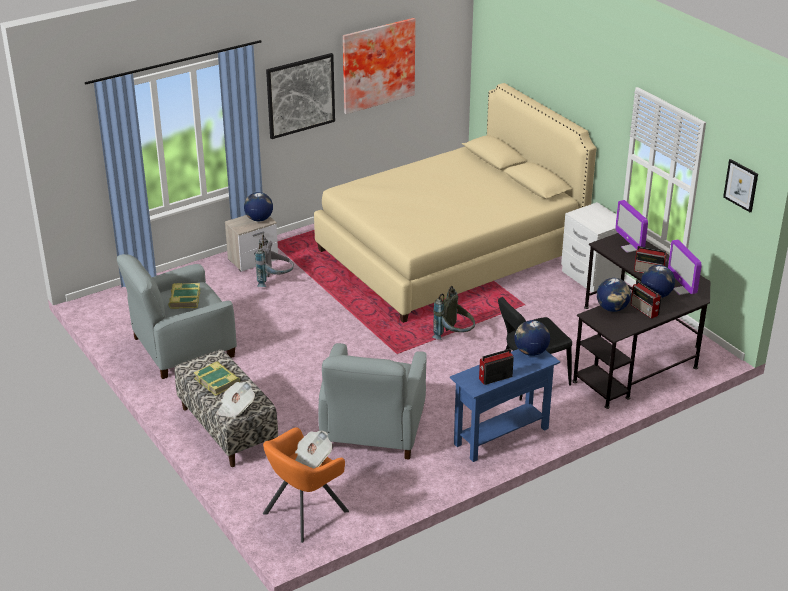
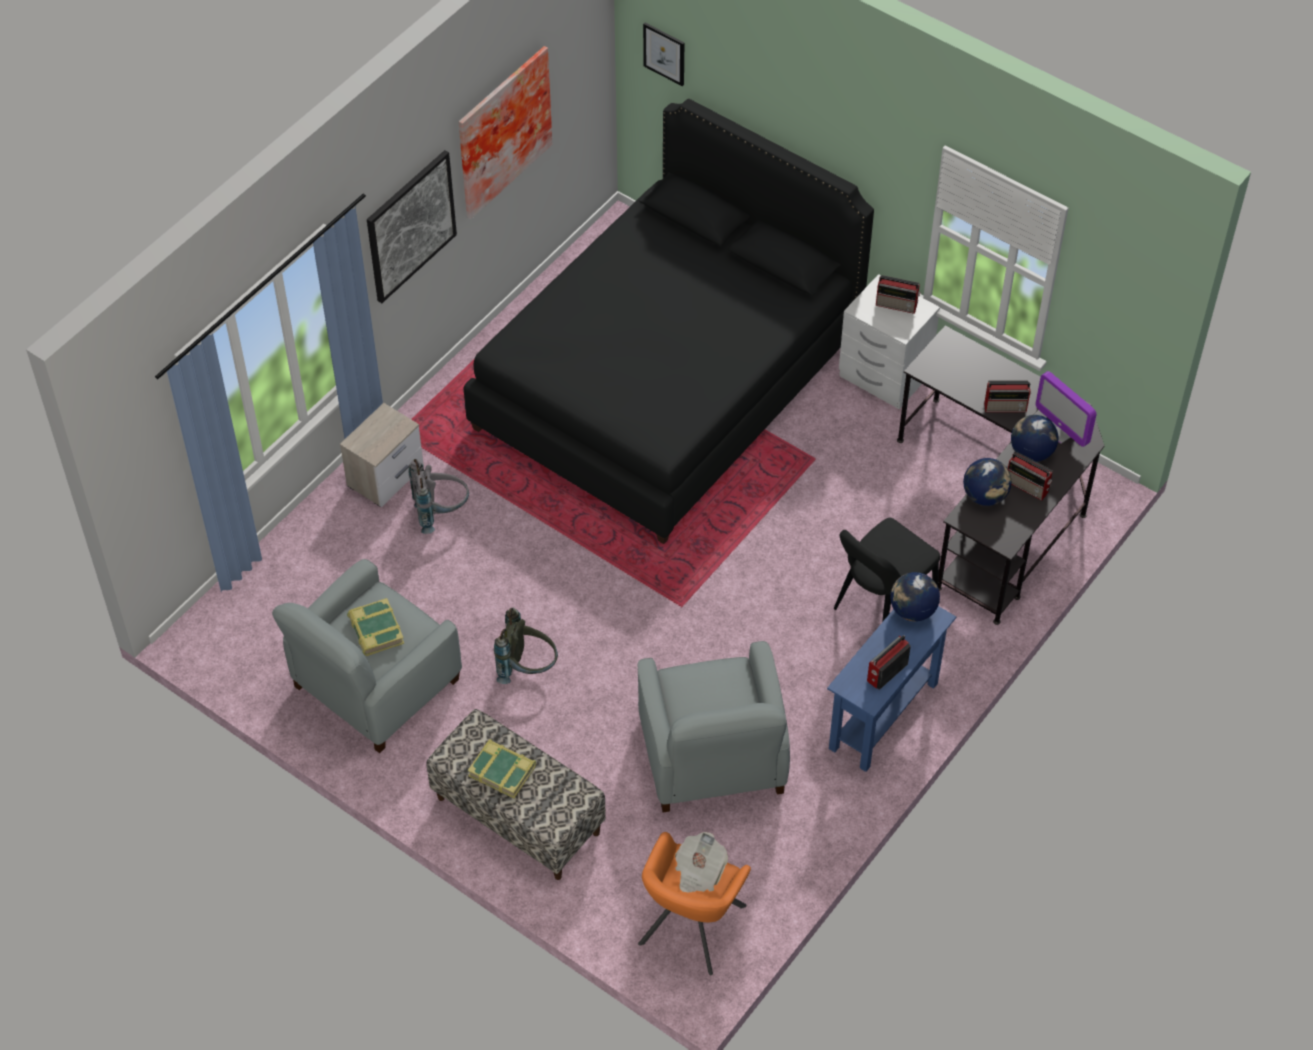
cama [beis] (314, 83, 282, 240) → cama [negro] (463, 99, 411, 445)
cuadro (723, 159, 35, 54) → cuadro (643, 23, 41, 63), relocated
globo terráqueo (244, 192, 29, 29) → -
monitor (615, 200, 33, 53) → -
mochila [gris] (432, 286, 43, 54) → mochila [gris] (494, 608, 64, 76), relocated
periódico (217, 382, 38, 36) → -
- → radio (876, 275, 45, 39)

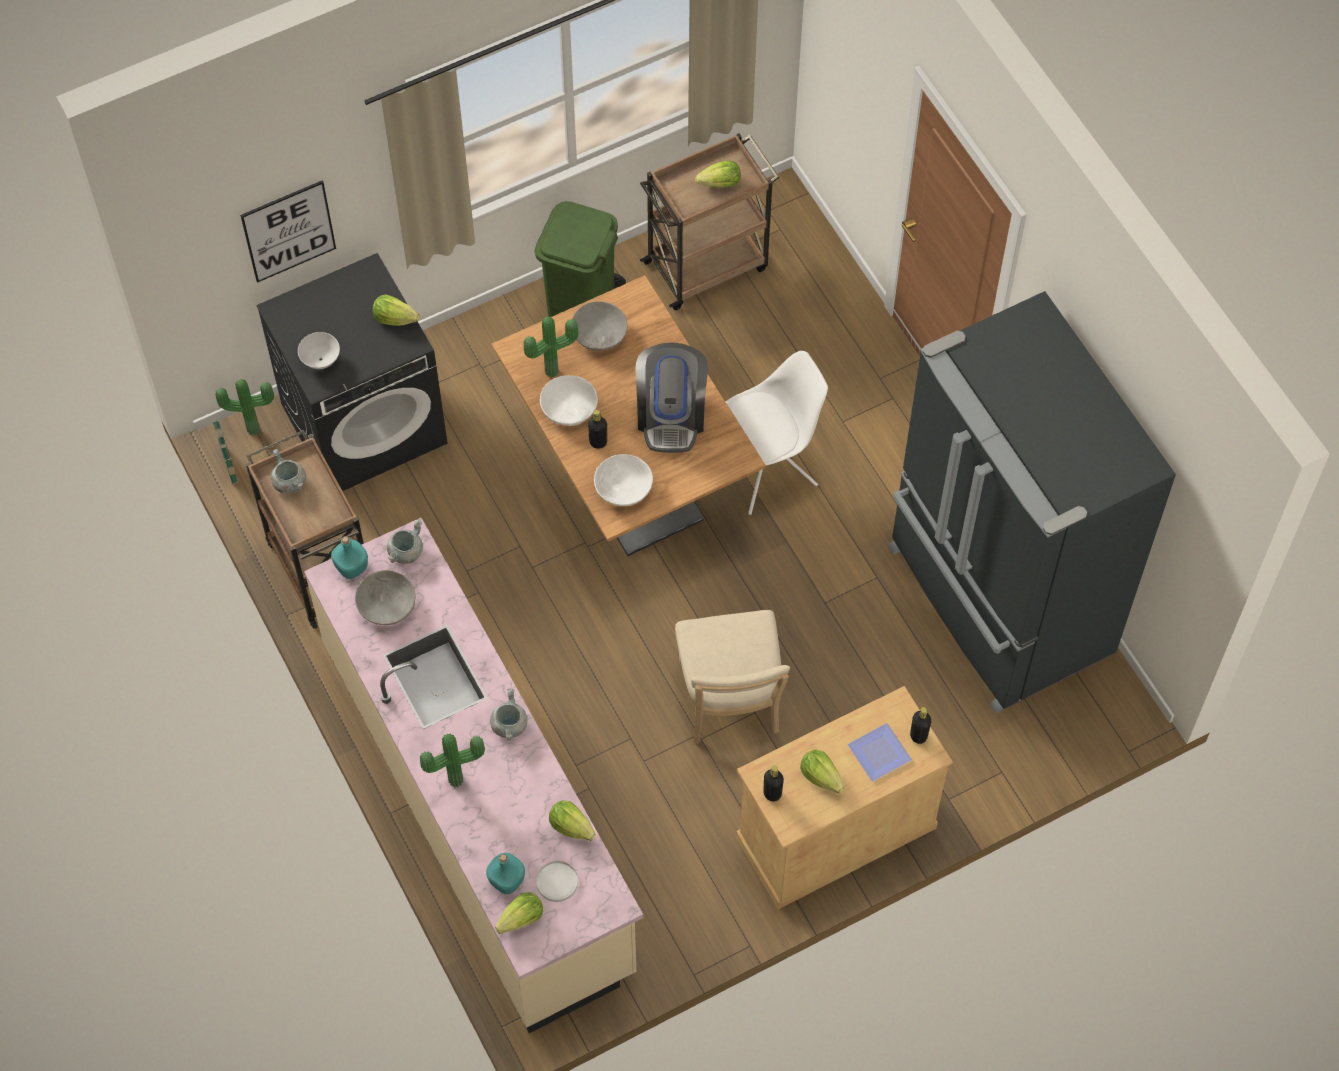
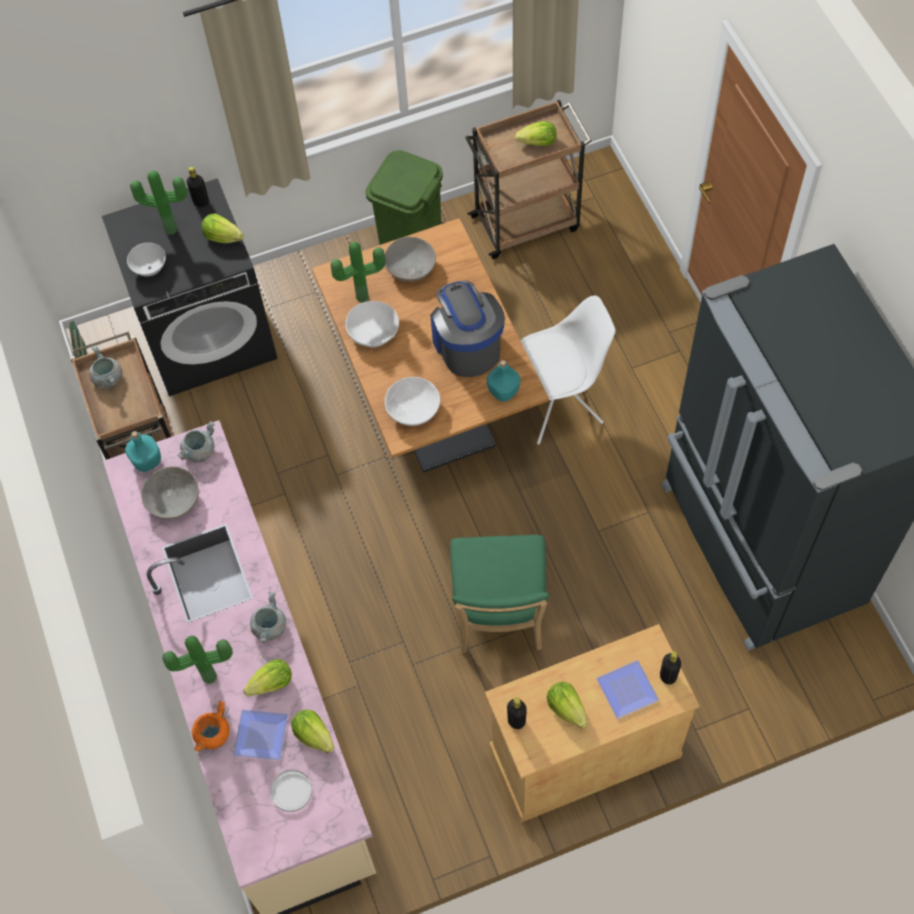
cuadro (240, 180, 96, 103) → -
cafetera (635, 343, 73, 110) → cafetera (431, 281, 74, 96), 150 degrees clockwise
planta en maceta (215, 379, 59, 57) → planta en maceta (130, 171, 57, 64), relocated
botella [negro] (588, 410, 19, 39) → botella [negro] (187, 166, 22, 41), relocated
silla [beis] (675, 610, 115, 134) → silla [verde] (450, 535, 99, 118)
botella [turquesa] (486, 853, 39, 41) → botella [turquesa] (487, 360, 33, 42), relocated
lechuga (495, 892, 48, 42) → lechuga (243, 659, 49, 38), relocated
- → olla [naranja] (192, 701, 38, 51)
- → plato (233, 710, 55, 50)

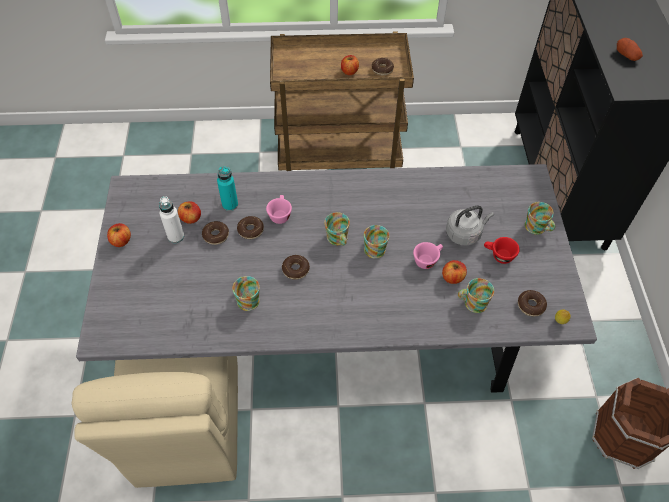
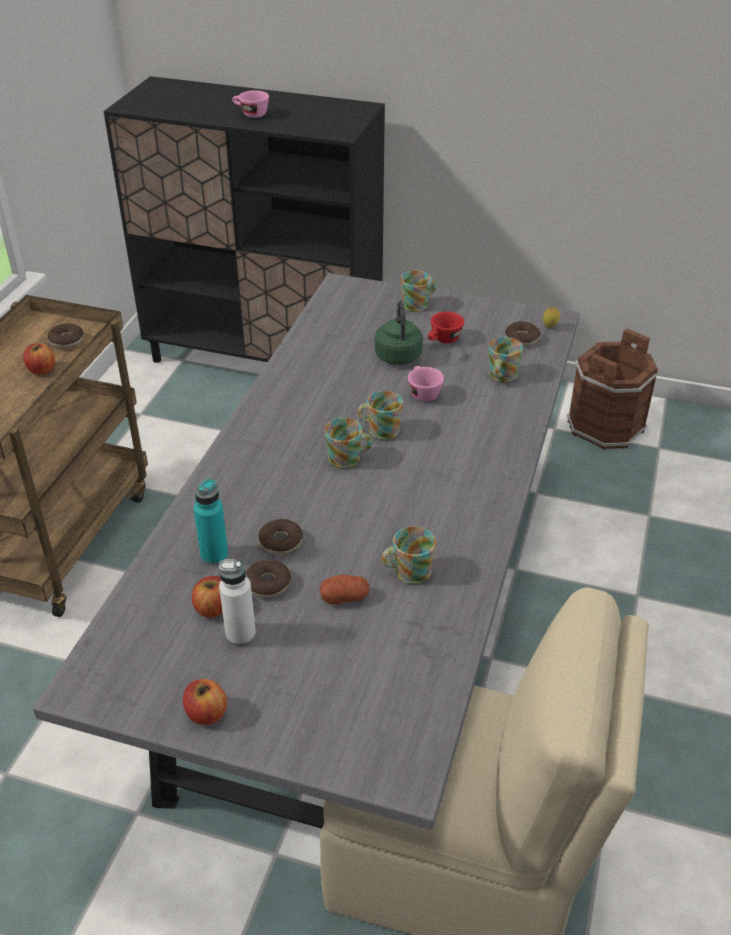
patata (617, 38, 26, 23) → patata (319, 574, 51, 31), relocated
taza [rosa] (266, 195, 26, 29) → taza [rosa] (232, 90, 37, 28), relocated
hervidor [gris] (446, 206, 48, 40) → hervidor [verde] (375, 301, 48, 64)
rosquilla (282, 255, 28, 25) → -
manzana (442, 260, 25, 24) → -

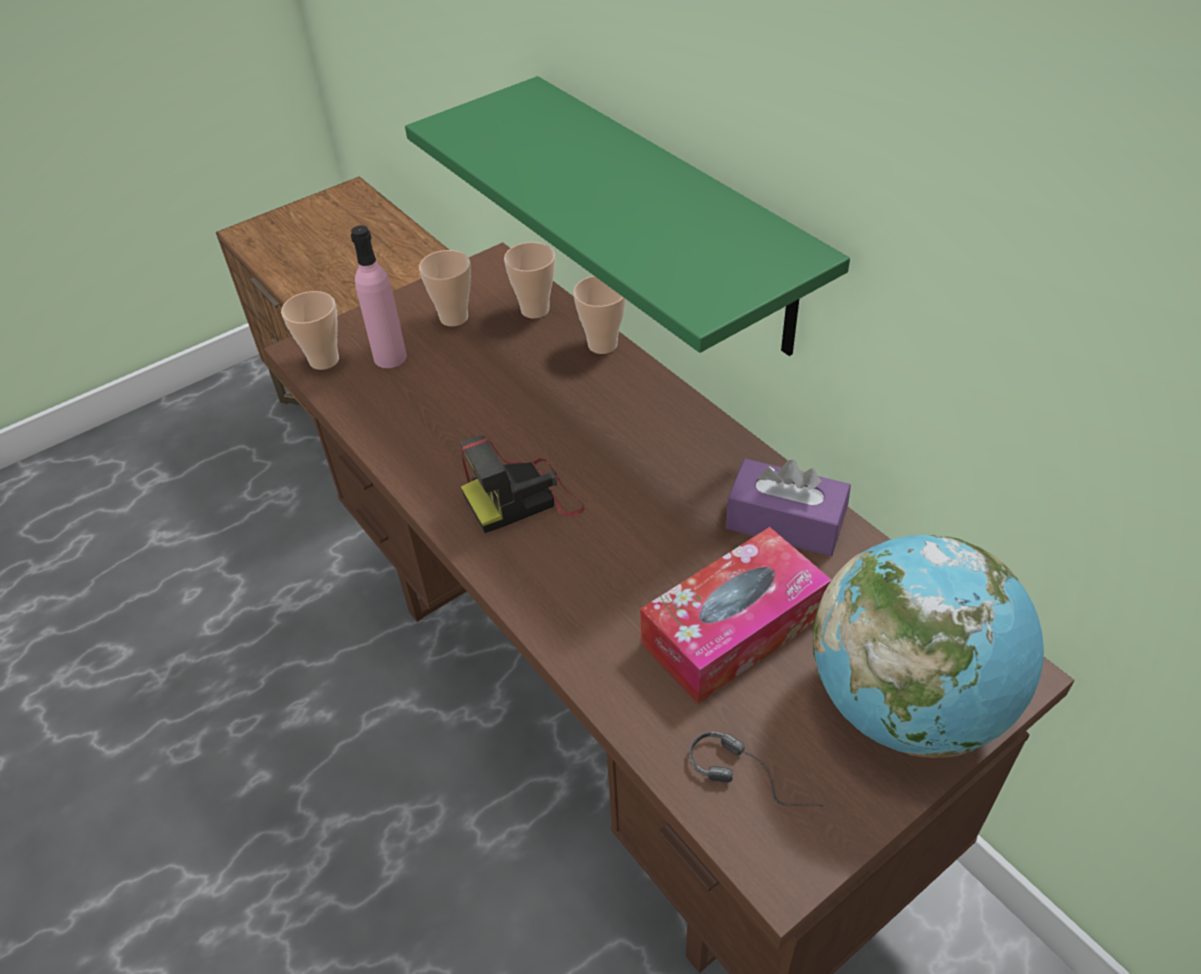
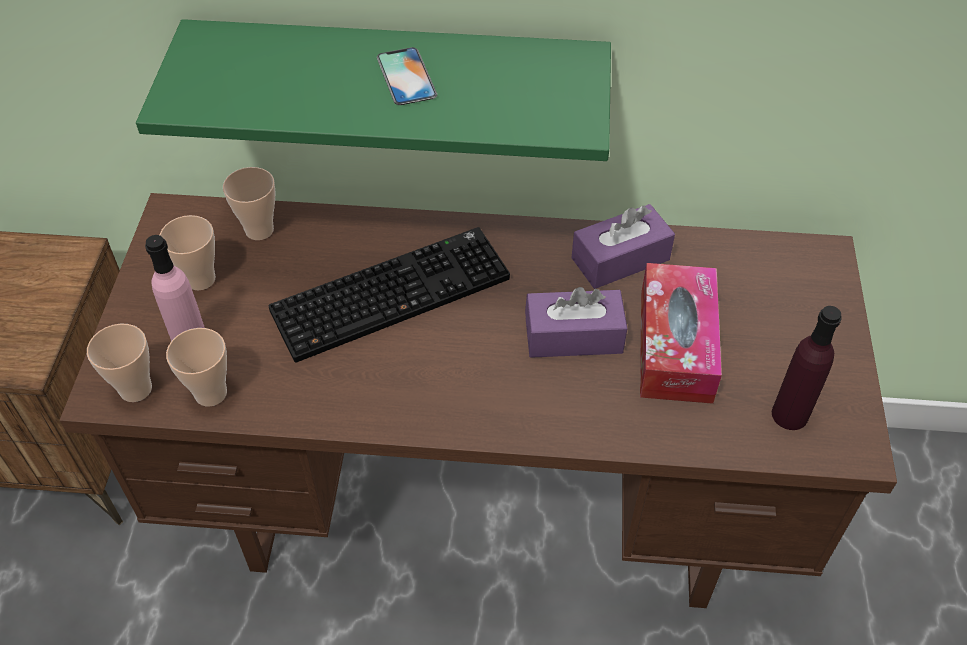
taza (573, 276, 53, 78) → taza (166, 328, 61, 79), relocated
cámara (460, 436, 124, 97) → -
globo terráqueo (813, 535, 231, 223) → -
auriculares (690, 731, 136, 75) → botella [morado] (772, 306, 70, 124)
- → móvil (377, 47, 60, 58)
- → teclado (268, 227, 242, 136)
- → caja de pañuelos [morado] (525, 287, 102, 71)

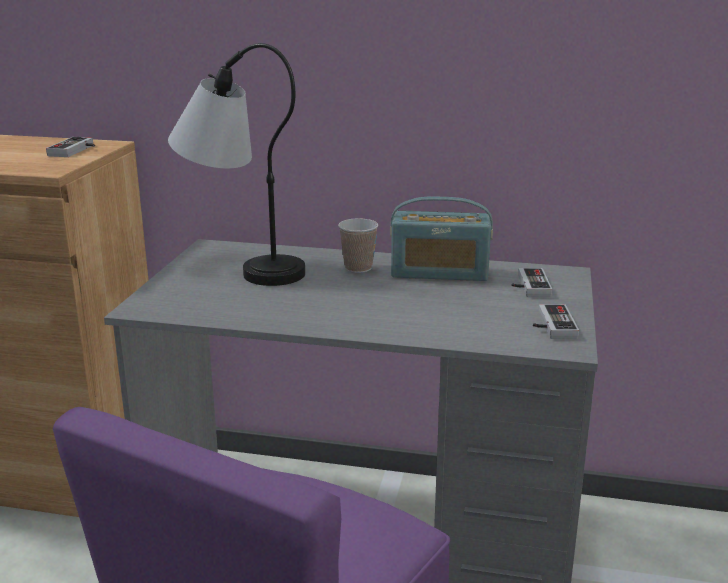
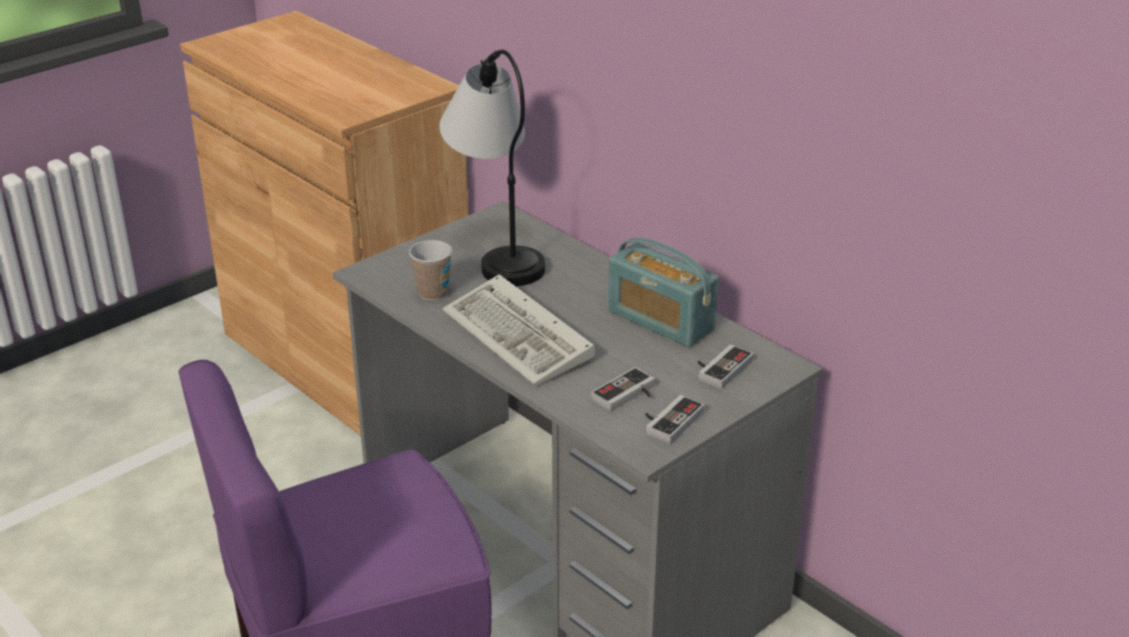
mando de consola (46, 137, 49, 20) → mando de consola (591, 367, 64, 45), relocated
taza (338, 218, 40, 55) → taza (409, 240, 43, 61), relocated
- → teclado (443, 274, 152, 112)

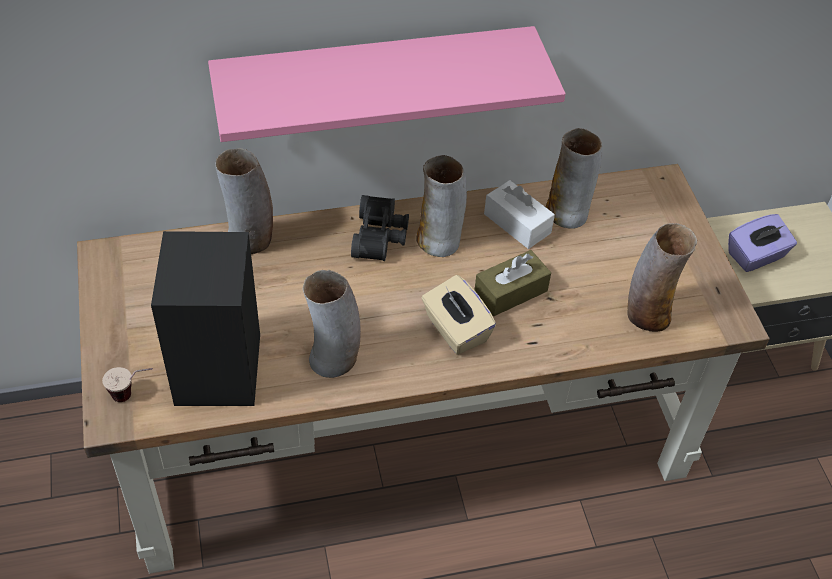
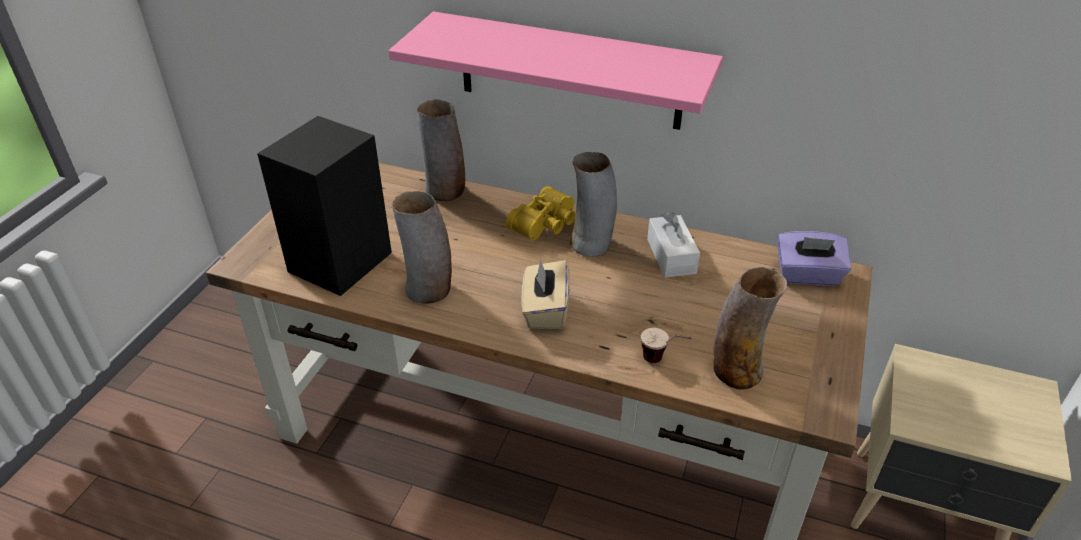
florero (546, 128, 56, 101) → -
prismáticos [negro] (351, 195, 58, 66) → prismáticos [amarillo] (506, 186, 70, 55)
caja de pañuelos [morado] (728, 214, 69, 58) → caja de pañuelos [morado] (777, 231, 74, 55), relocated
caja de pañuelos [marrón] (475, 250, 76, 66) → -
taza (102, 367, 51, 35) → taza (641, 328, 51, 35), relocated

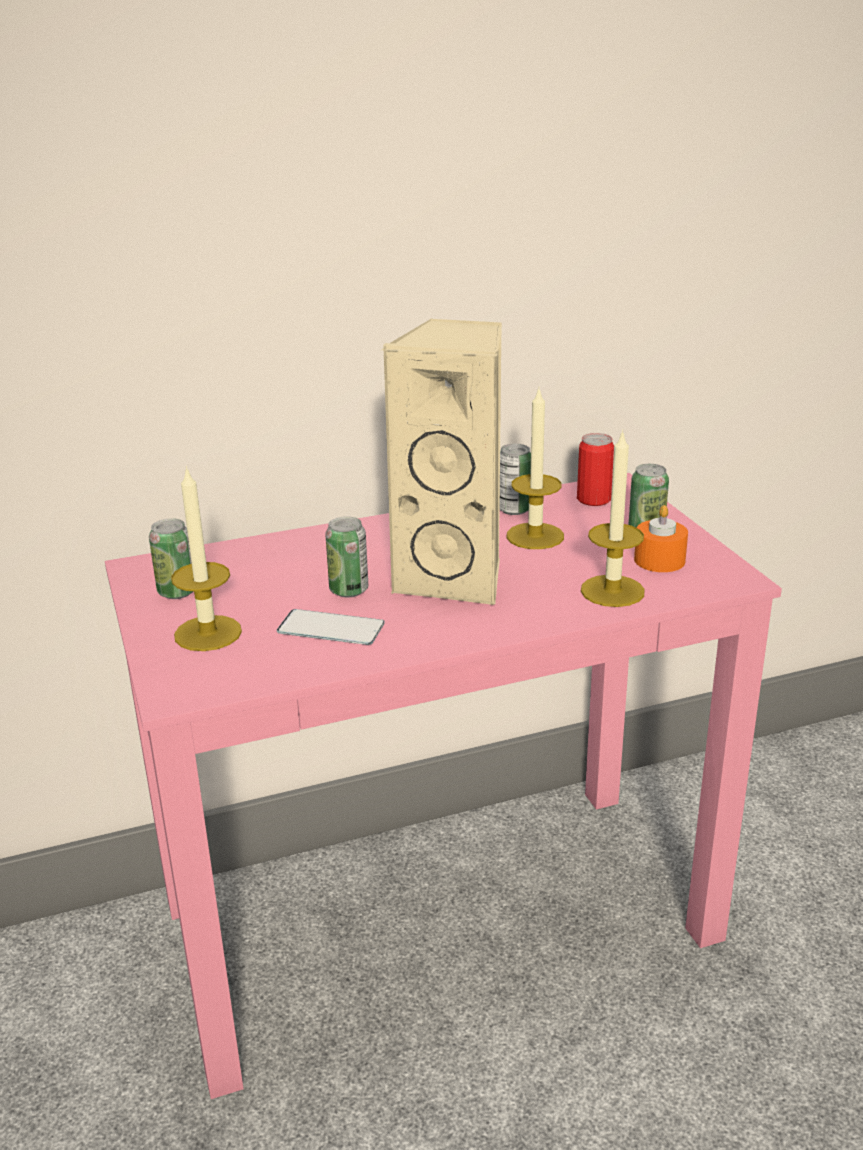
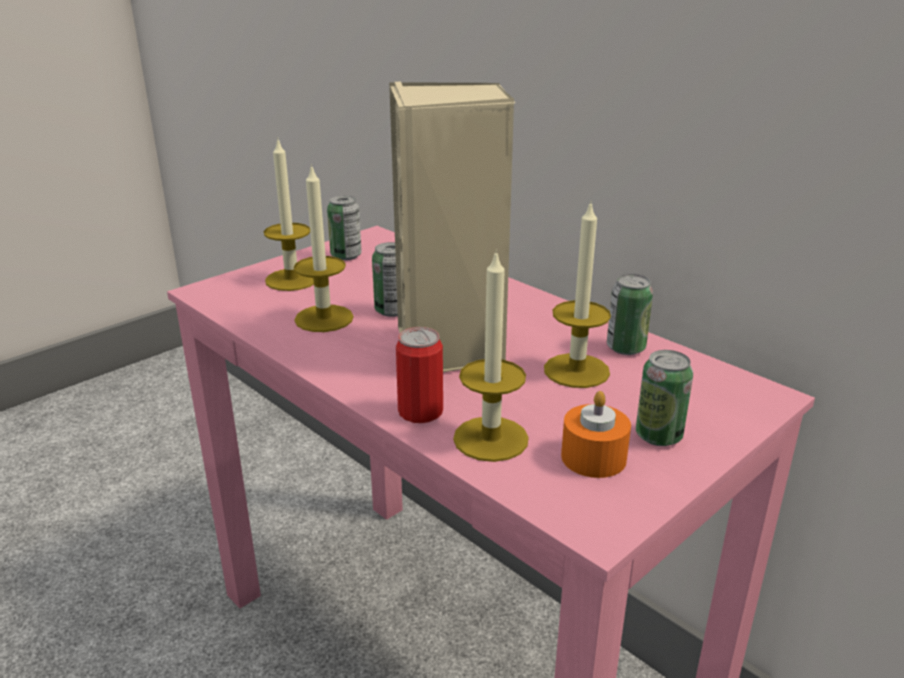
lata (577, 433, 37, 73) → lata (396, 327, 47, 96), relocated
móvil (277, 609, 108, 36) → vela (294, 164, 60, 168)

